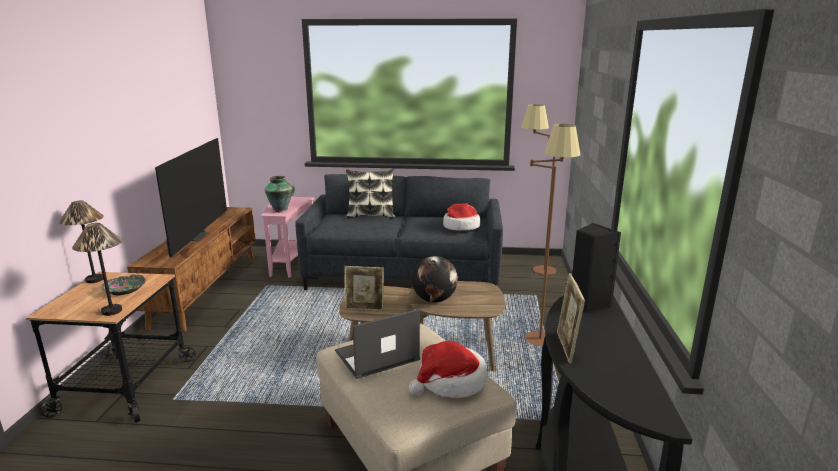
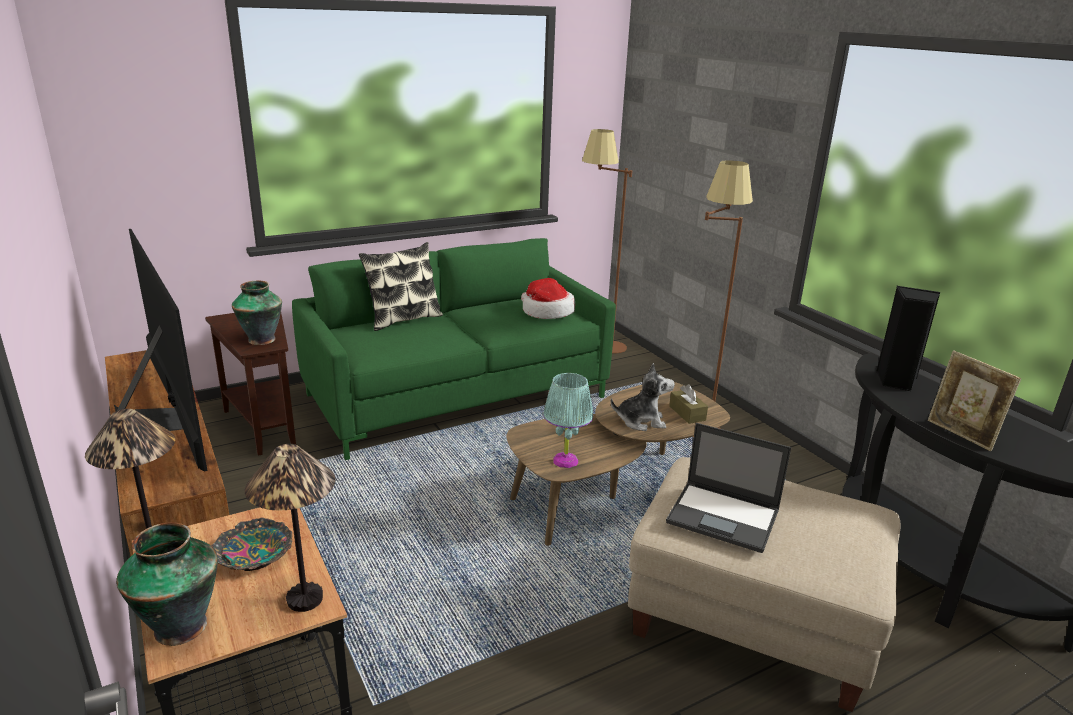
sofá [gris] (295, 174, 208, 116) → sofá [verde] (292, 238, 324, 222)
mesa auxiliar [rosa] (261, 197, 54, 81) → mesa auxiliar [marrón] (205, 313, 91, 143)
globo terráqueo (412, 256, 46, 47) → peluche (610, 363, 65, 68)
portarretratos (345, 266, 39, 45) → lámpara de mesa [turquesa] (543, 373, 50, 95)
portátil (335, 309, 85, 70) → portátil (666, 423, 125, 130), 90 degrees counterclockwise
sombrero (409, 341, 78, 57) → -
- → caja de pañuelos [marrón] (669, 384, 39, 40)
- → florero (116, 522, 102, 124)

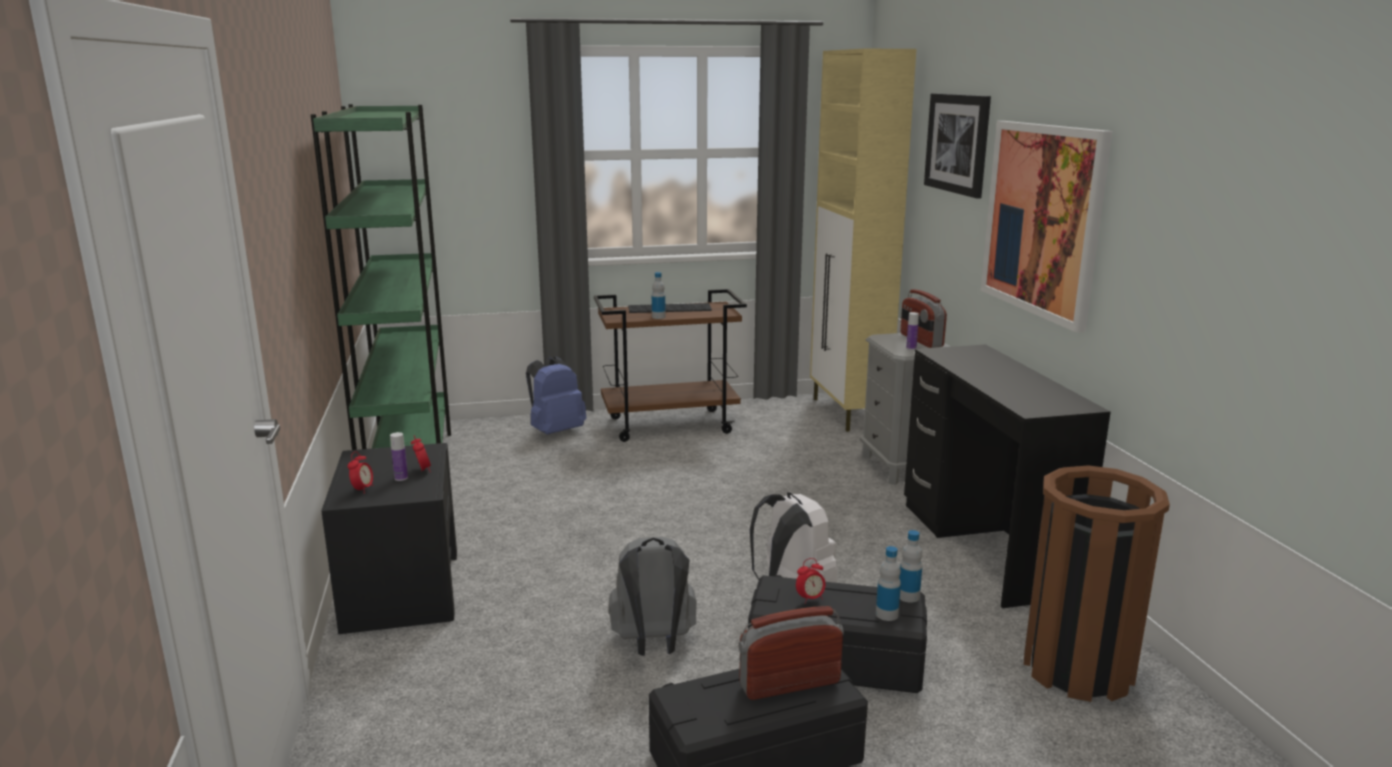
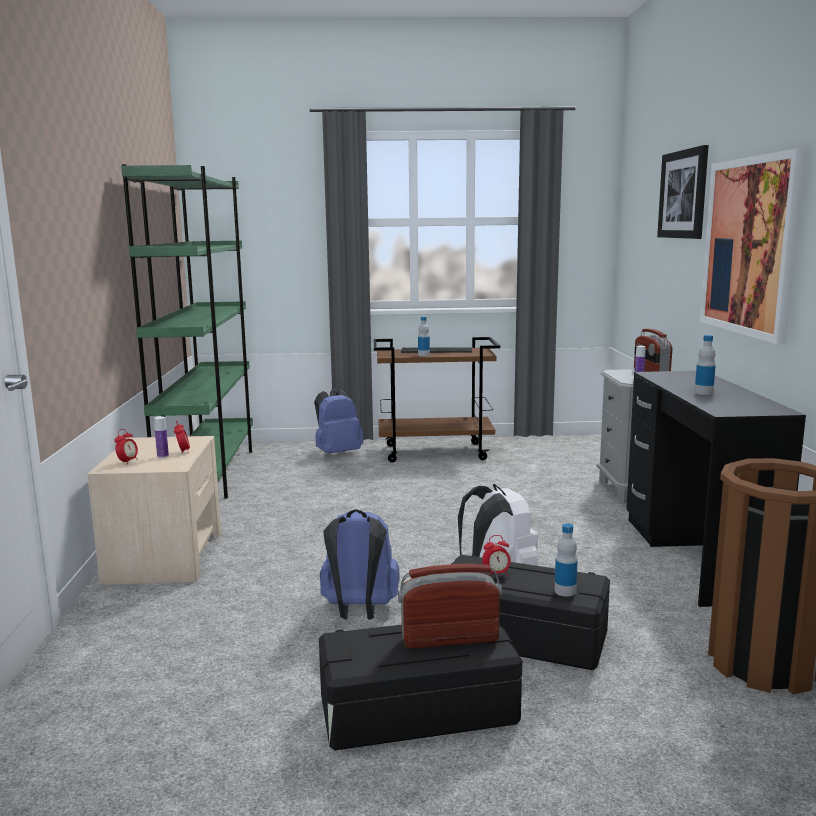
armario [beis] (810, 49, 107, 383) → -
mesita de noche [negro] (321, 443, 136, 191) → mesita de noche [beis] (87, 436, 134, 149)
botella (899, 530, 23, 73) → botella (695, 335, 21, 60), relocated
mochila [gris] (609, 537, 88, 119) → mochila [azul] (320, 509, 80, 111)

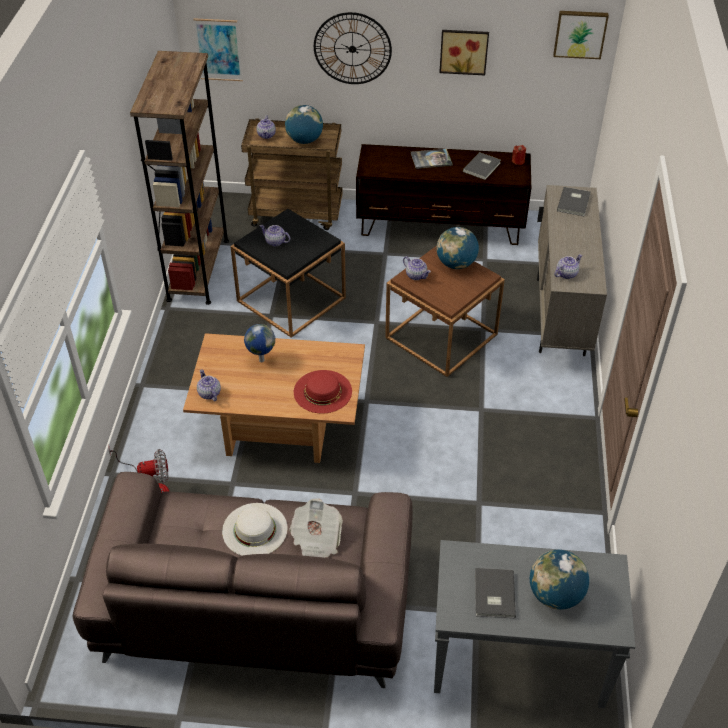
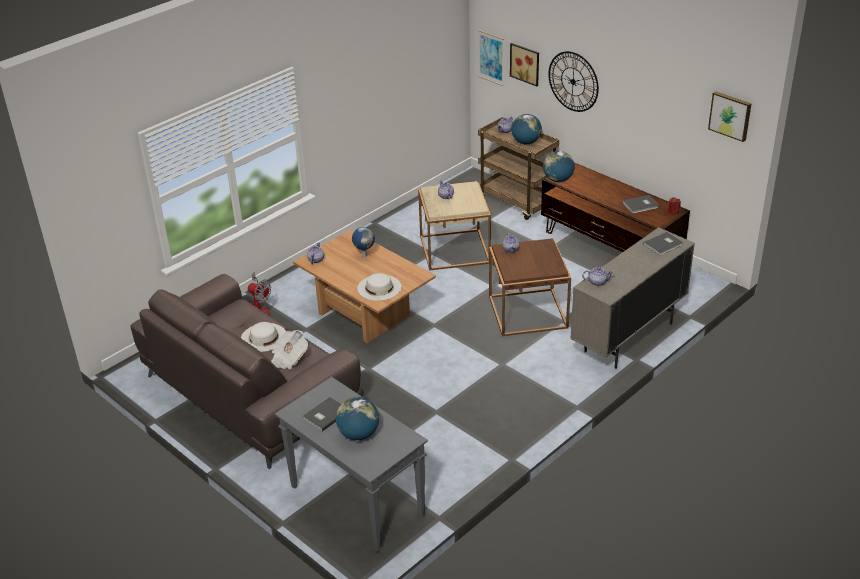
cuadro (439, 30, 50, 45) → cuadro (510, 43, 29, 43), relocated
estantería [marrón] (130, 51, 99, 254) → -
libro (411, 149, 42, 20) → -
mesa auxiliar [negro] (230, 209, 116, 129) → mesa auxiliar [beis] (418, 181, 73, 90)
globo terráqueo (436, 227, 43, 42) → globo terráqueo (543, 151, 31, 31), relocated
sombrero [rojo] (294, 370, 58, 44) → sombrero [blanco] (357, 273, 44, 28)

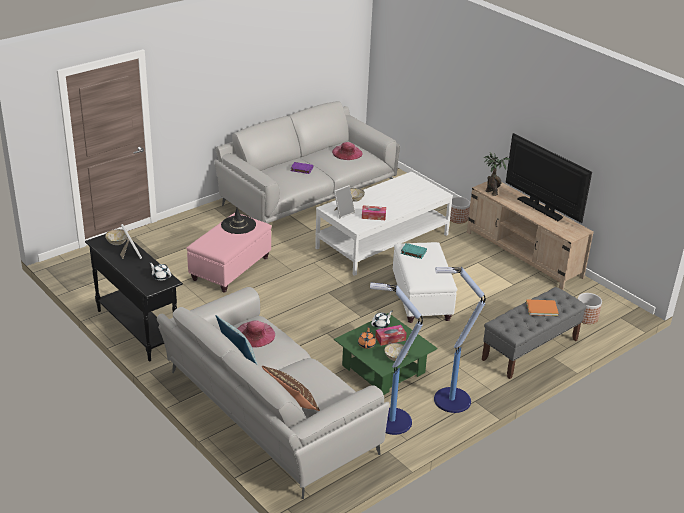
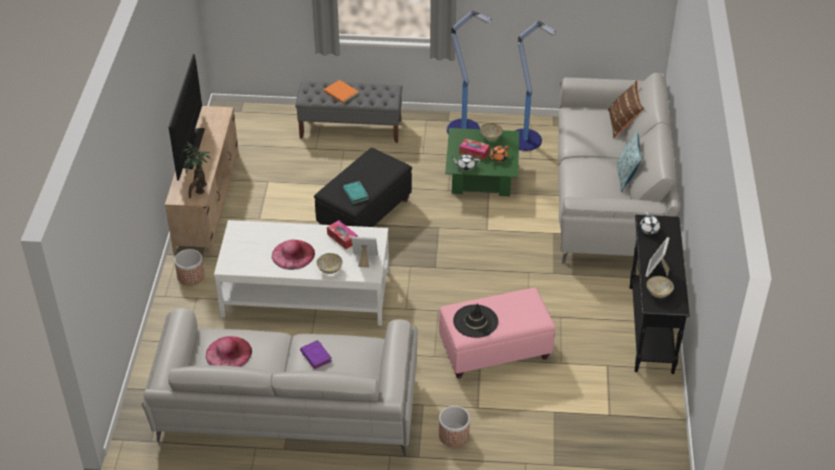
puf [blanco] (393, 242, 64, 81) → puf [negro] (314, 148, 98, 79)
maceta (578, 293, 24, 31) → maceta (439, 406, 31, 41), relocated
sombrero [rosa] (237, 320, 38, 28) → sombrero [rosa] (272, 240, 43, 30), relocated

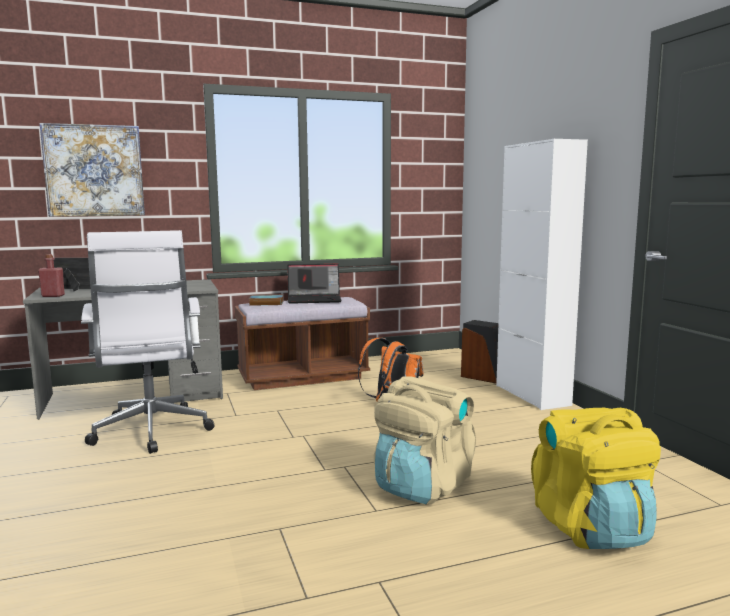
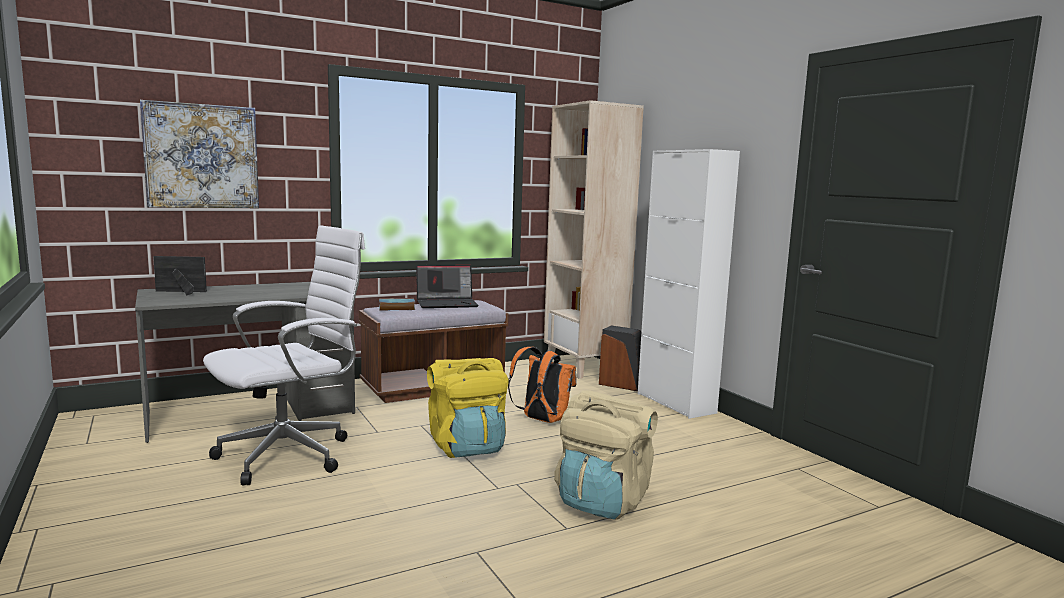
silla de oficina [blanco] (81, 230, 134, 224) → silla de oficina [blanco] (203, 225, 162, 261), 105 degrees counterclockwise
botella [rojo] (38, 254, 27, 43) → -
mochila [amarillo] (531, 408, 130, 141) → mochila [amarillo] (427, 358, 82, 100), relocated
- → estantería [beis] (544, 100, 100, 279)

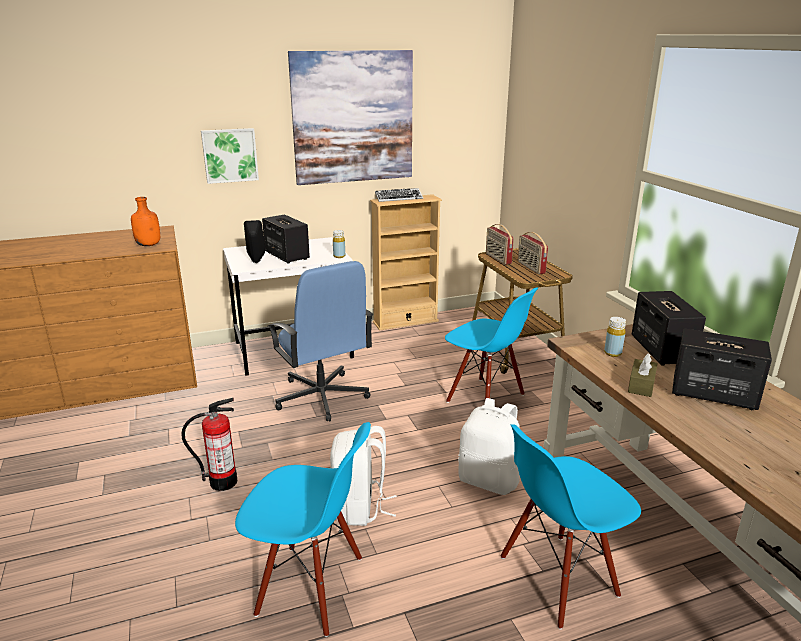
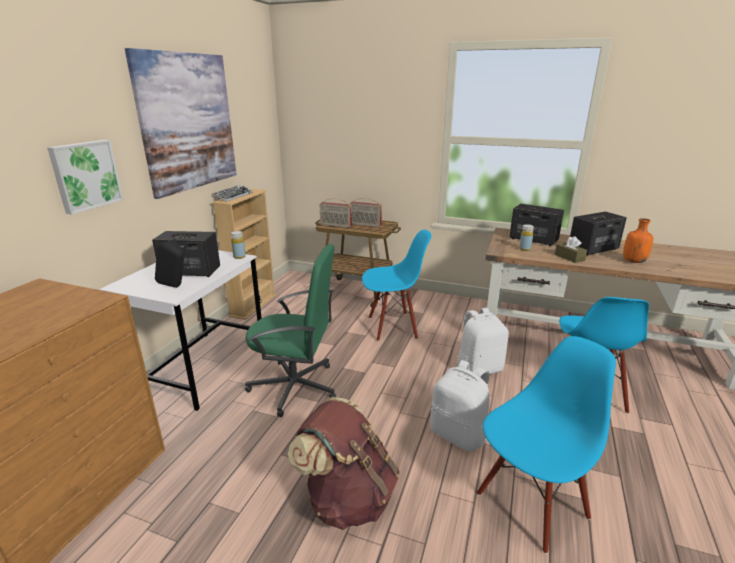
botella [naranja] (131, 197, 29, 49) → botella [naranja] (623, 218, 30, 45), relocated
silla de oficina [azul] (268, 261, 105, 161) → silla de oficina [verde] (245, 244, 91, 173)
extintor (181, 398, 56, 93) → mochila [marrón] (288, 397, 112, 133)

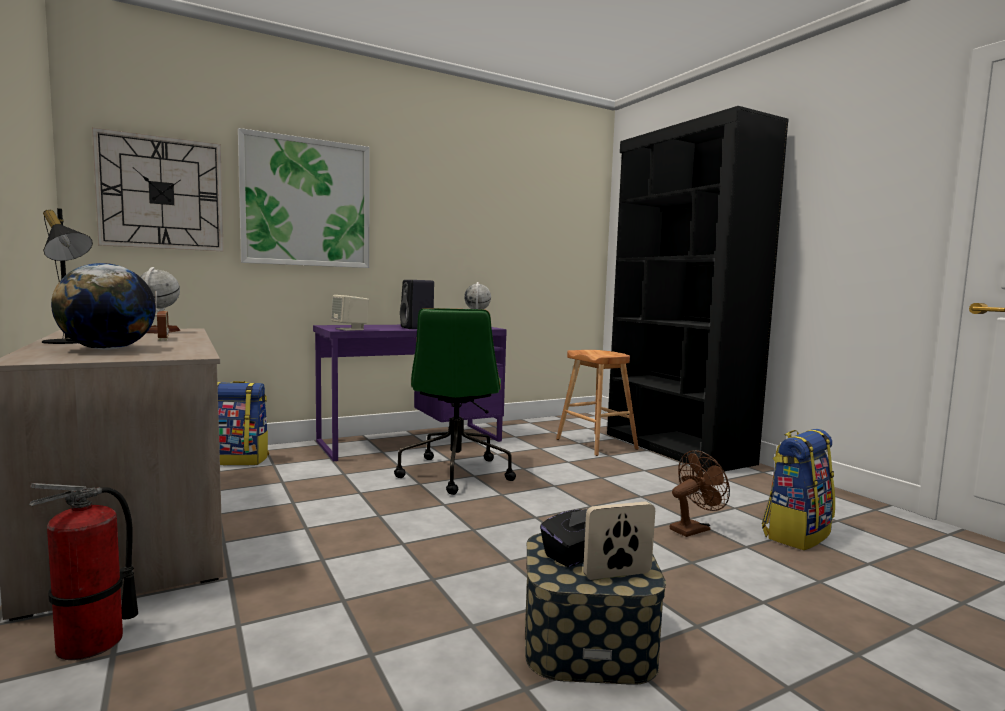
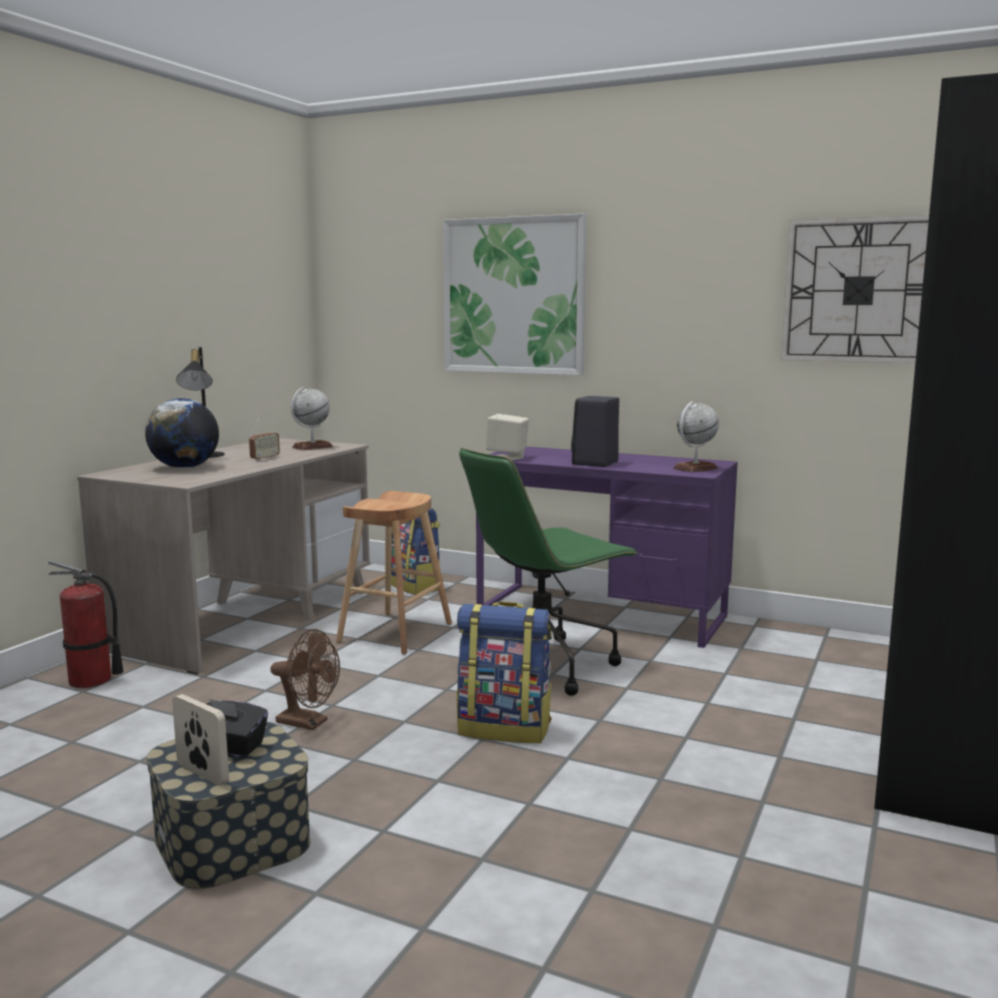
reloj de pared (92, 128, 132, 123) → reloj de pared (781, 215, 148, 149), relocated
taburete [marrón] (556, 350, 83, 106) → taburete [marrón] (336, 491, 116, 164), relocated
mochila (762, 429, 73, 121) → mochila (457, 601, 95, 142), relocated
ventilador [marrón] (670, 450, 60, 87) → ventilador [marrón] (270, 629, 70, 101), relocated

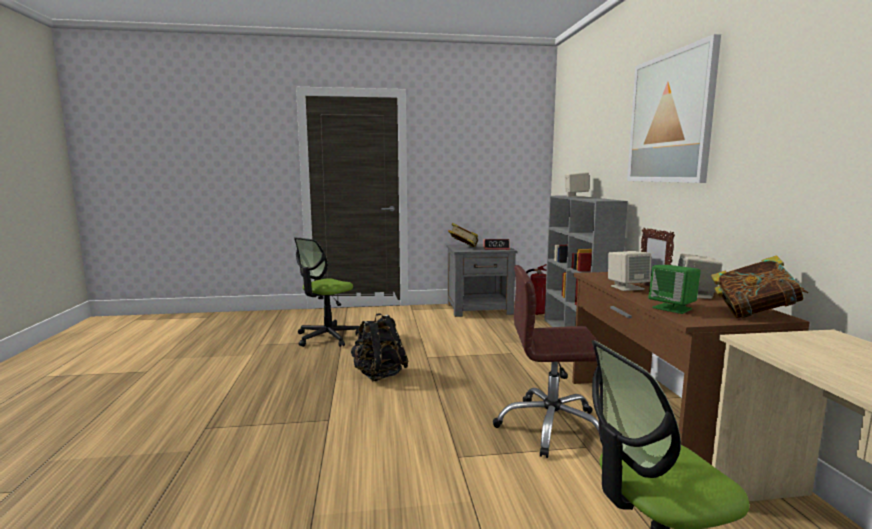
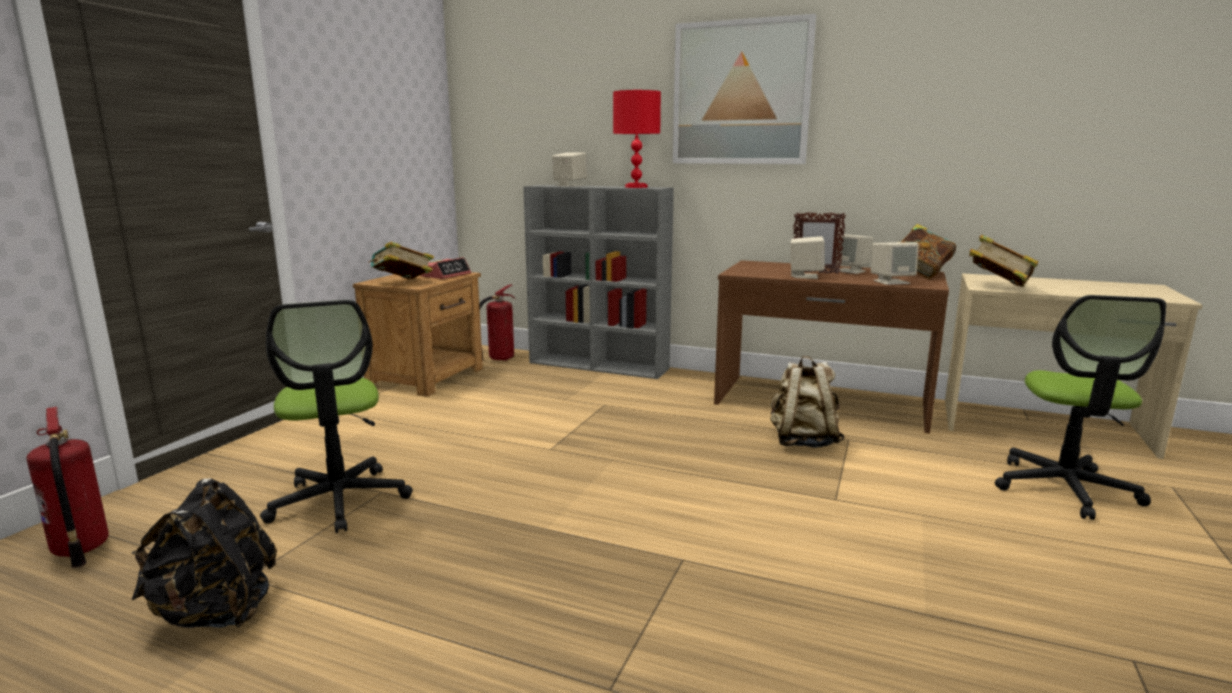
mesita de noche [gris] (447, 244, 71, 73) → mesita de noche [marrón] (353, 272, 130, 125)
silla de oficina [marrón] (493, 265, 109, 193) → mochila [beis] (770, 356, 75, 92)
altavoz [verde] (649, 265, 52, 49) → altavoz [beis] (871, 242, 47, 43)
mochila [negro] (351, 313, 57, 69) → mochila [negro] (131, 478, 146, 150), relocated
- → lámpara de mesa [rojo] (613, 90, 48, 98)
- → libro (969, 234, 69, 53)
- → extintor (26, 407, 83, 161)

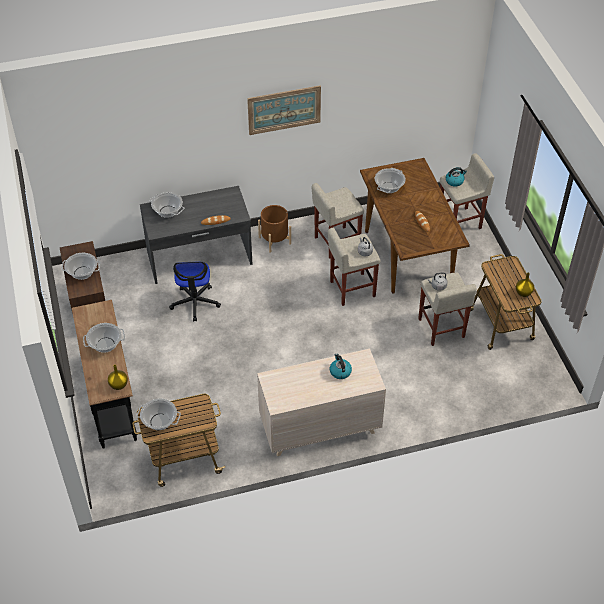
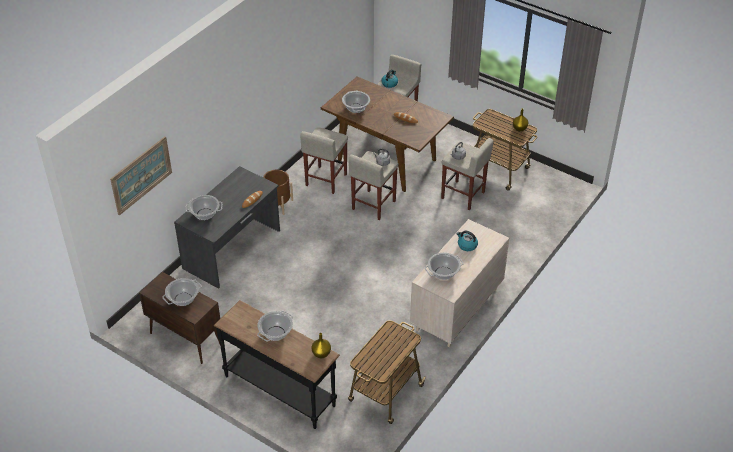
cuadro (247, 85, 74, 50) → cuadro (110, 136, 62, 79), relocated
silla de oficina (169, 261, 52, 61) → -
olla (136, 398, 45, 32) → olla (425, 253, 39, 27), relocated

